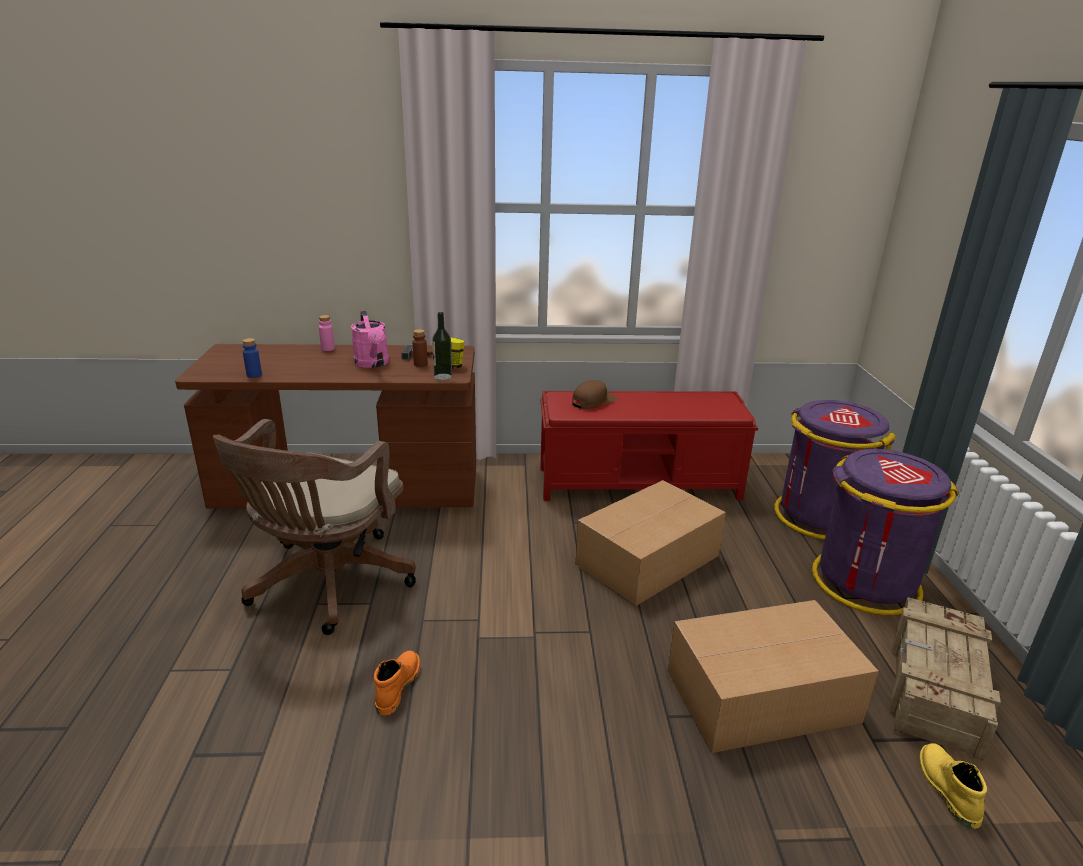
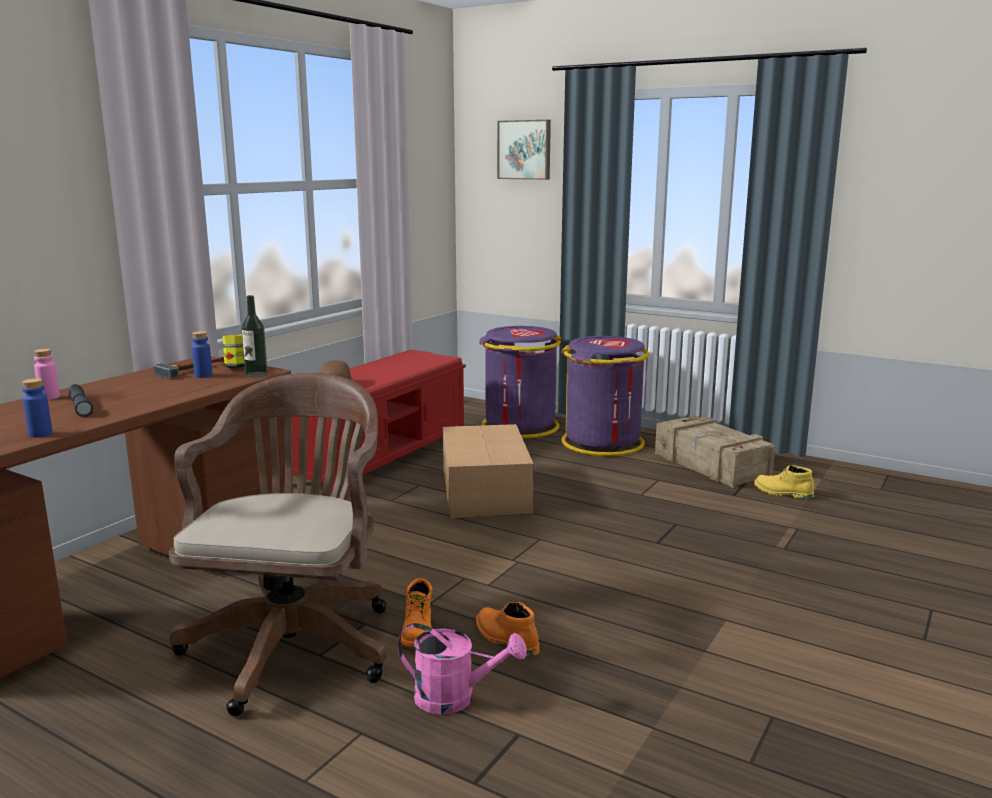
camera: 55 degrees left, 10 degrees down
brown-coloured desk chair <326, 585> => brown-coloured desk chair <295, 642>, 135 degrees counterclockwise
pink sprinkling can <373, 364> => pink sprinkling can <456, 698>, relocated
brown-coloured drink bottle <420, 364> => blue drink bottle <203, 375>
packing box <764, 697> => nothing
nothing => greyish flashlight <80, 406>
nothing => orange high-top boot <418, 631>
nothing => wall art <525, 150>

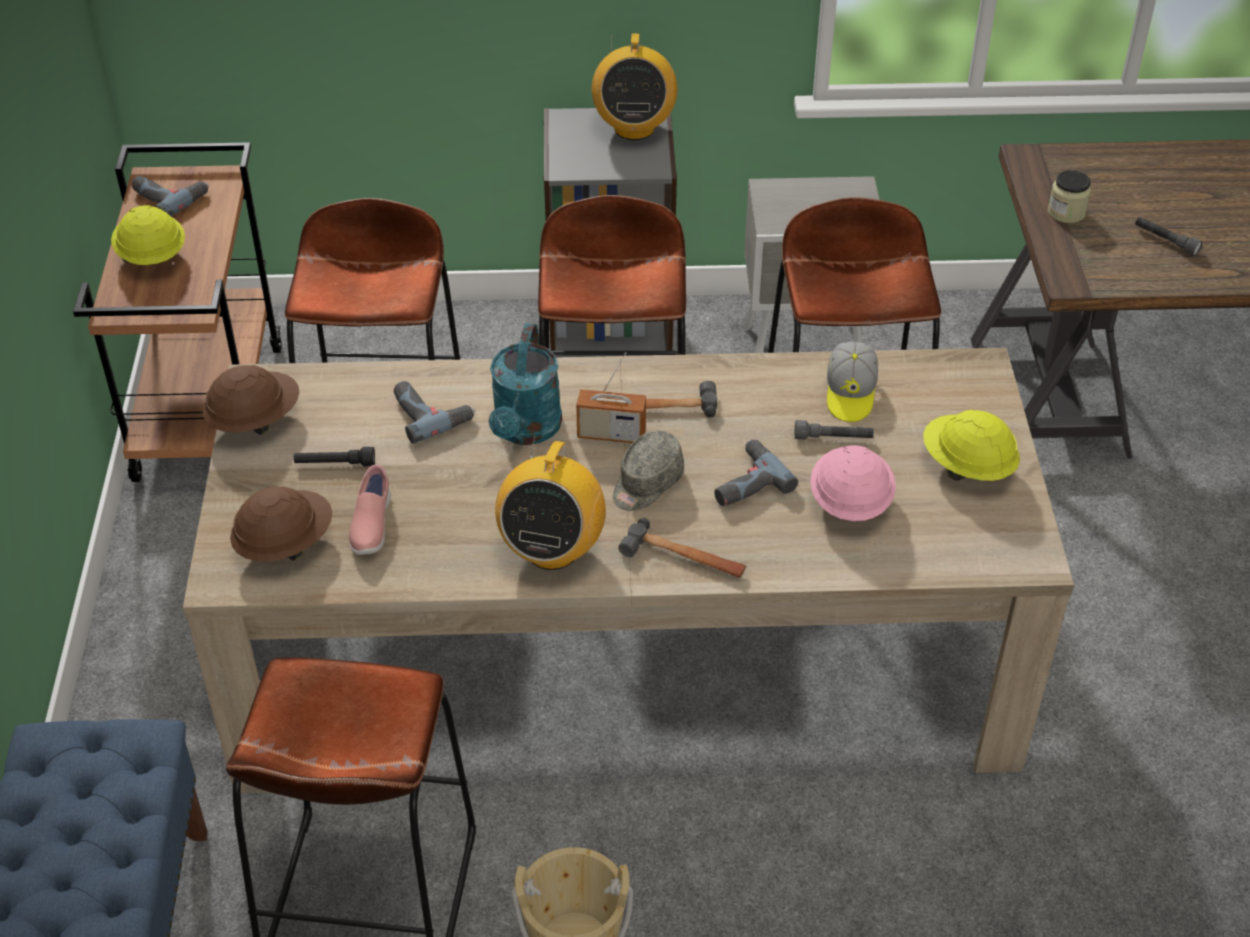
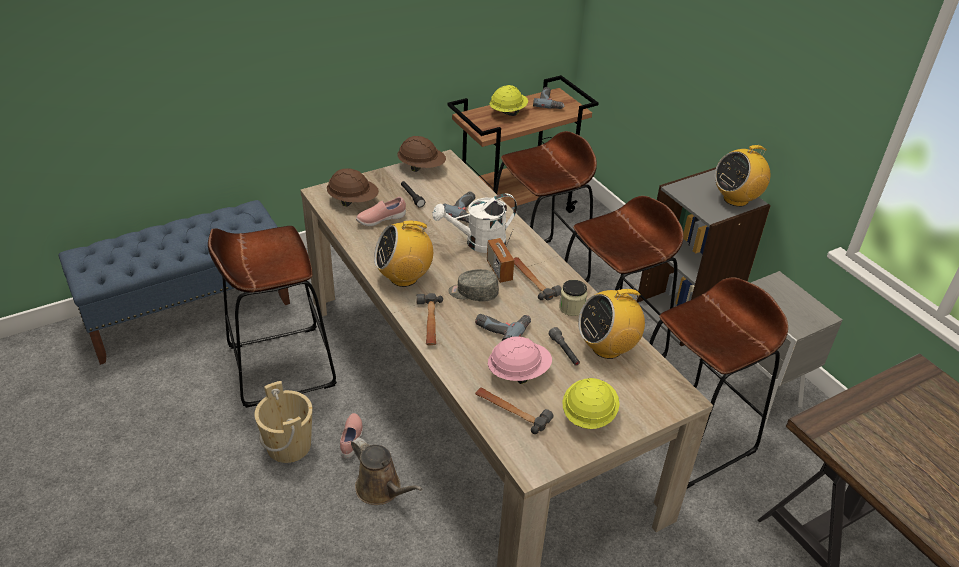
camera: 60 degrees right, 5 degrees down
turquoise sprinkling can <525, 431> => white-coloured sprinkling can <478, 243>
cap <850, 393> => radio receiver <607, 347>
storage jar <1066, 212> => storage jar <571, 308>, relocated
greyish flashlight <1165, 241> => nothing
nothing => pink item of footwear <352, 440>
nothing => brown-coloured sprinkling can <381, 489>
nothing => hammer <511, 411>

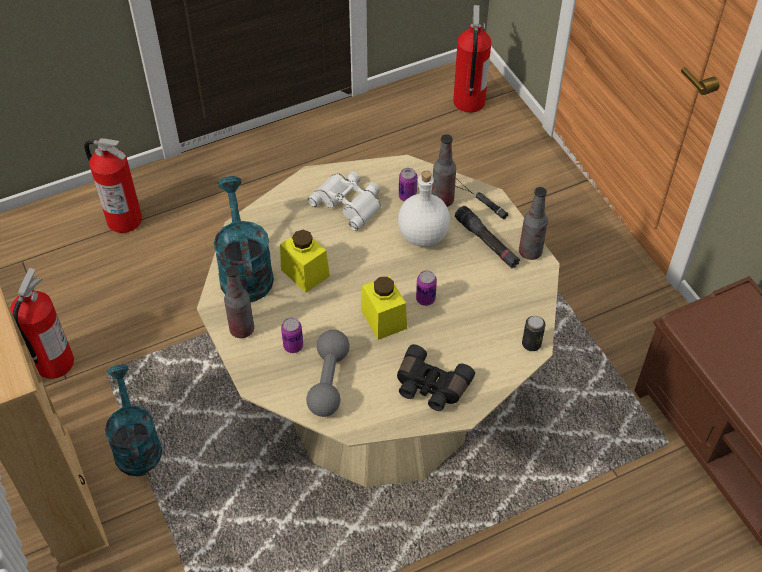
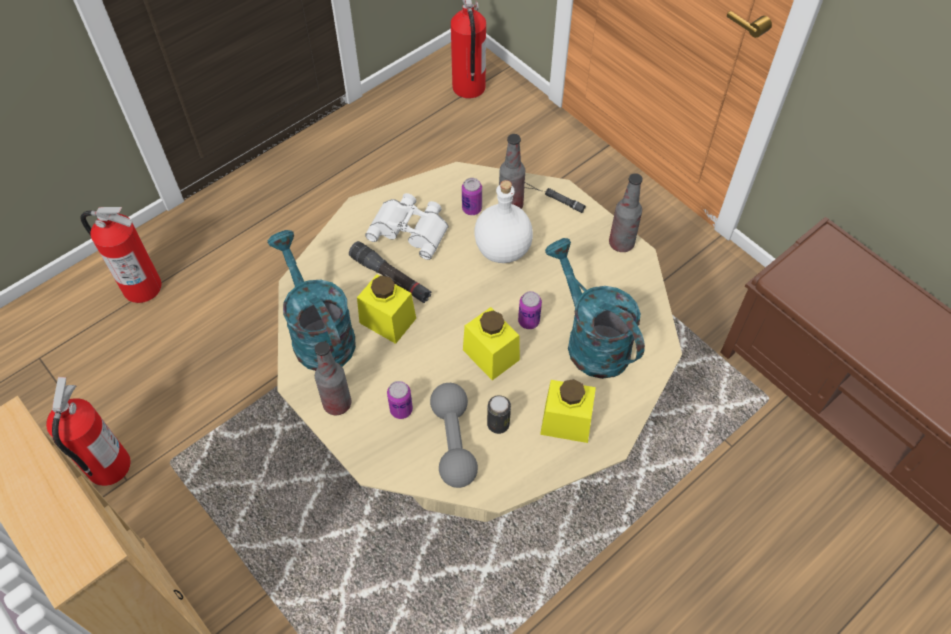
camera: 15 degrees left, 5 degrees up
turquoise sprinkling can <136, 444> => turquoise sprinkling can <590, 339>, relocated
black-coloured field glasses <430, 387> => yellowish storage jar <566, 421>
black-coloured flashlight <487, 242> => black-coloured flashlight <391, 278>, relocated
metal can <531, 344> => metal can <498, 424>, relocated

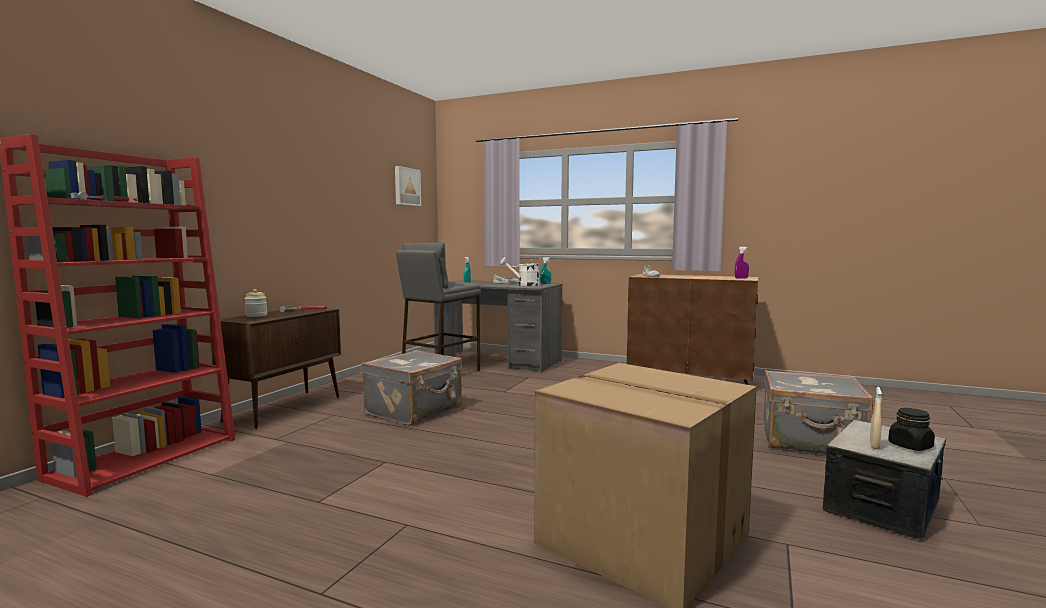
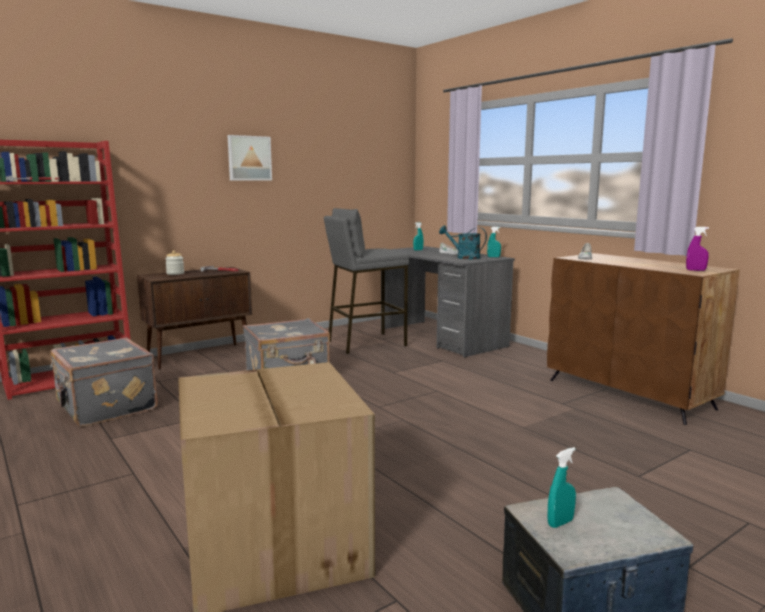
camera: 30 degrees right, 5 degrees up
wall art <406, 186> => wall art <249, 158>, relocated
white-coloured sprinkling can <524, 285> => turquoise sprinkling can <464, 257>
greyish travel case <811, 442> => greyish travel case <105, 407>, relocated
sand-coloured spray bottle <874, 446> => turquoise spray bottle <560, 523>
black-coloured storage jar <910, 446> => nothing

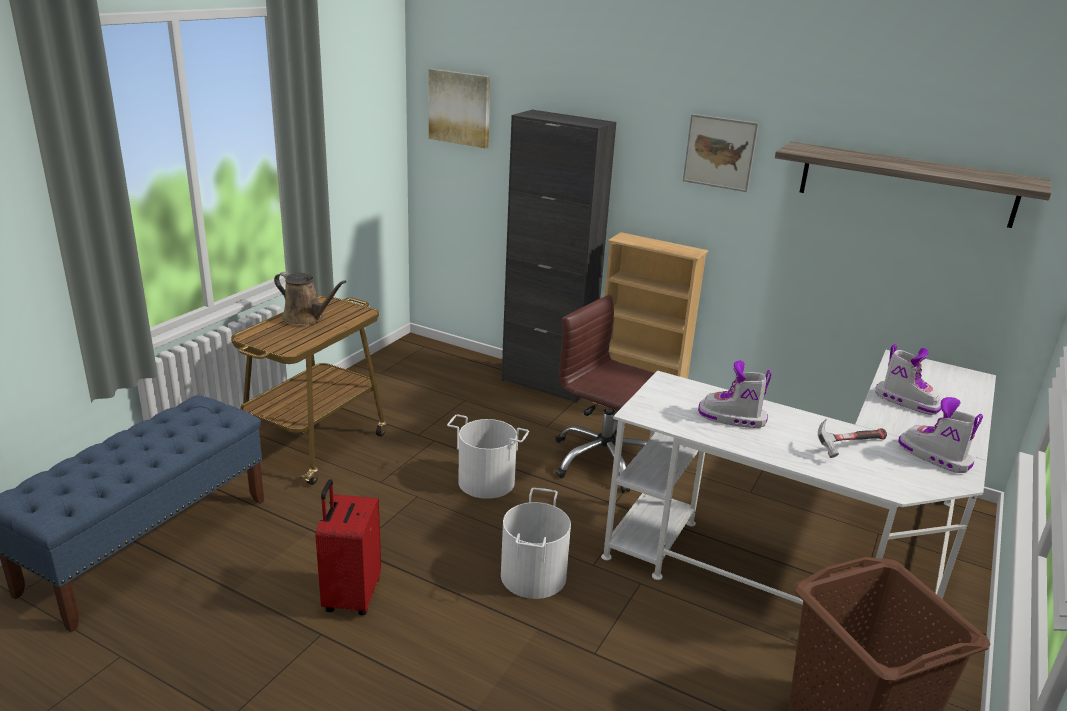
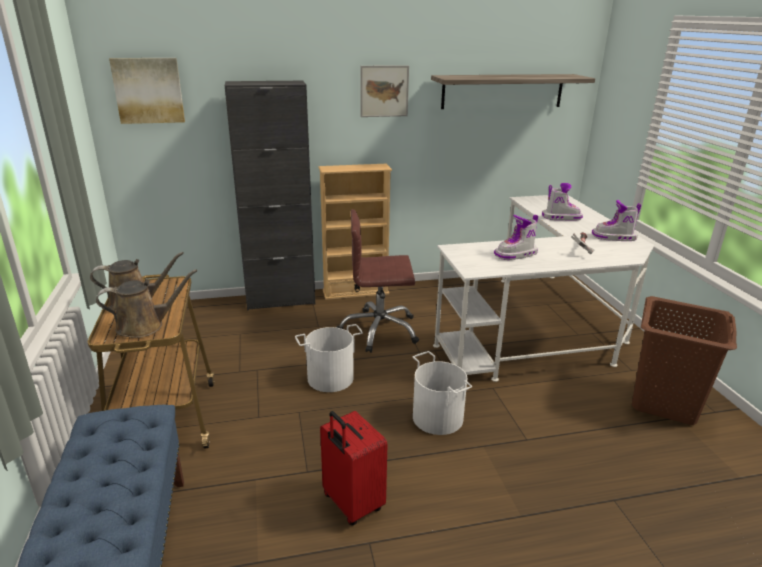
camera: 40 degrees left, 0 degrees up
nothing => brown-coloured sprinkling can <145, 326>

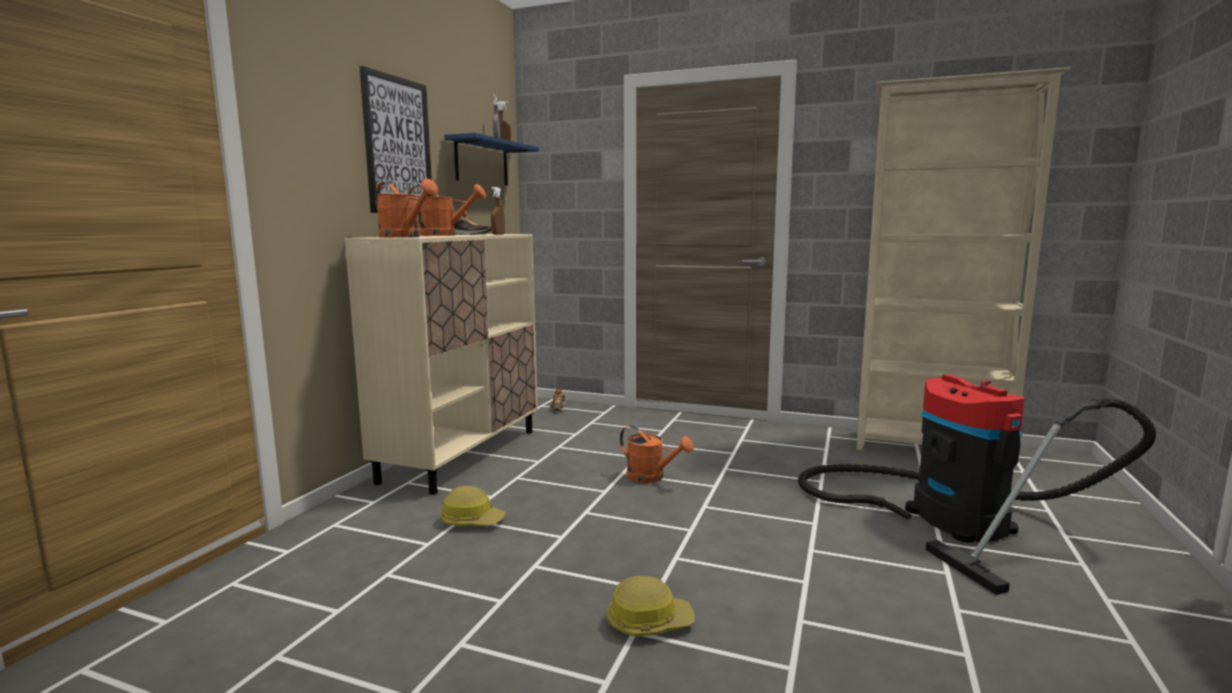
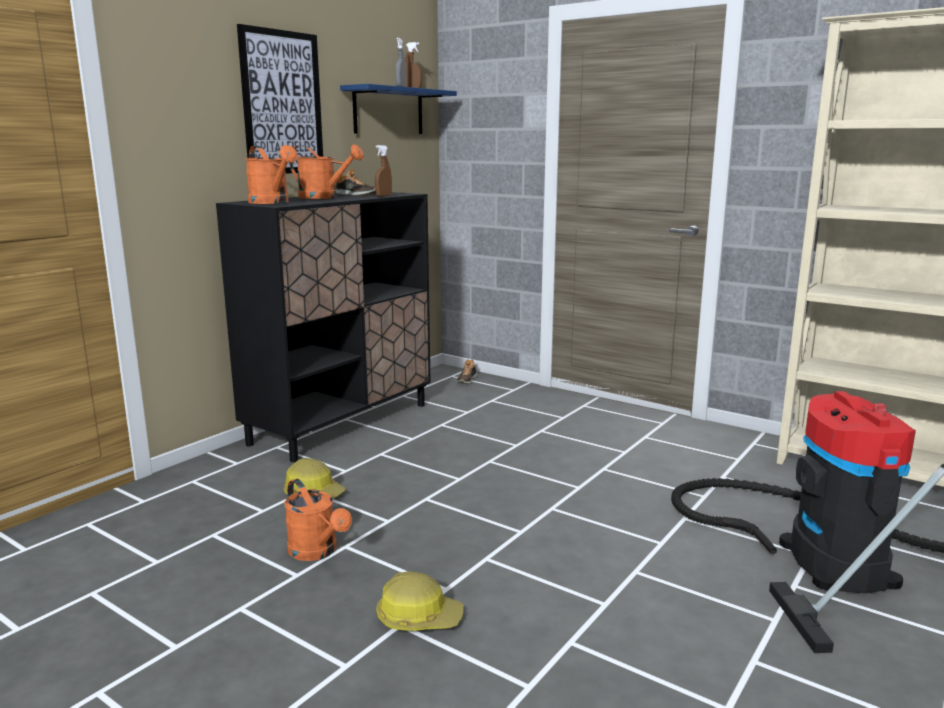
camera: 15 degrees right, 5 degrees up
sand-coloured cabinet <462, 455> => black-coloured cabinet <342, 423>
orange sprinkling can <651, 477> => orange sprinkling can <317, 552>, relocated

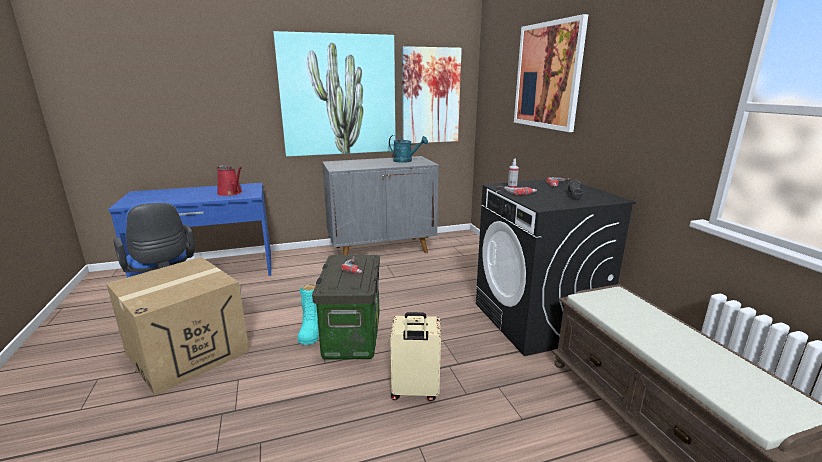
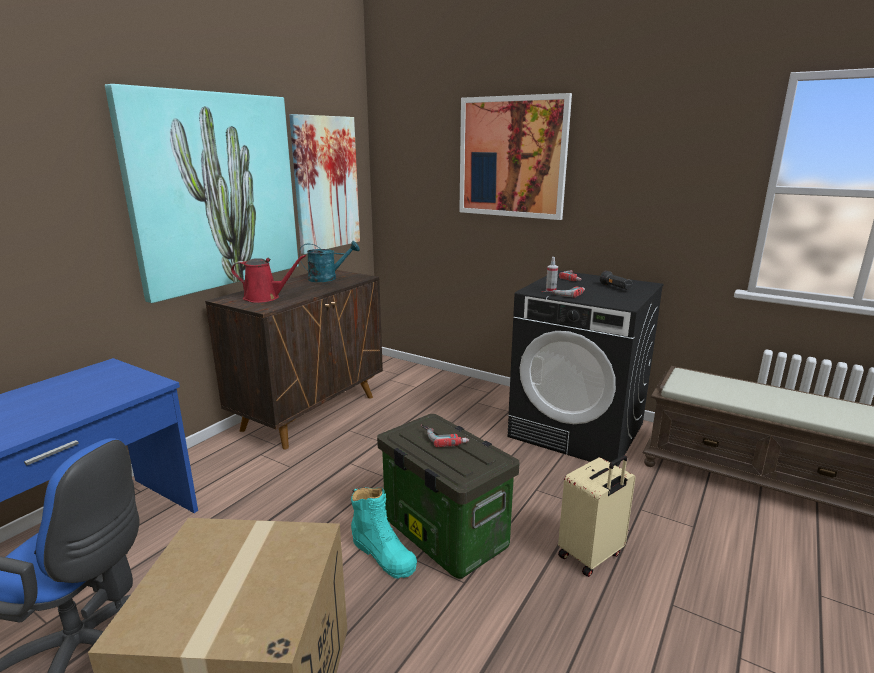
camera: 40 degrees left, 0 degrees up
red sprinkling can <231, 193> => red sprinkling can <265, 298>, relocated
greyish cabinet <382, 250> => brown-coloured cabinet <311, 412>

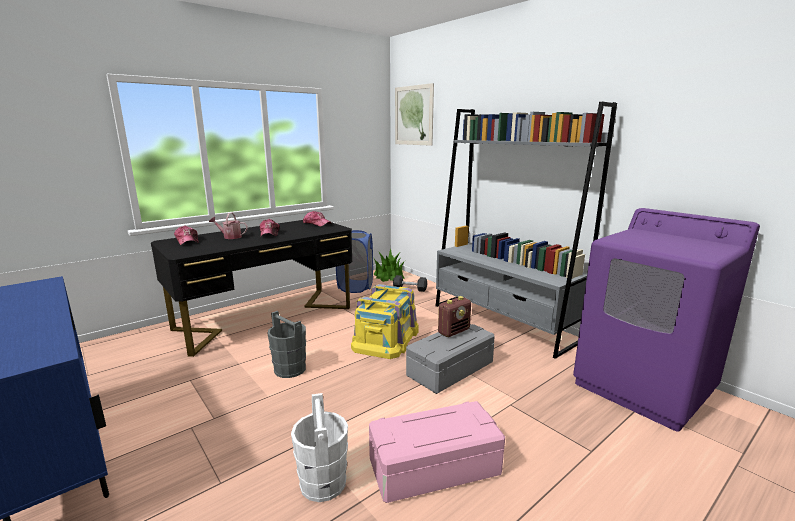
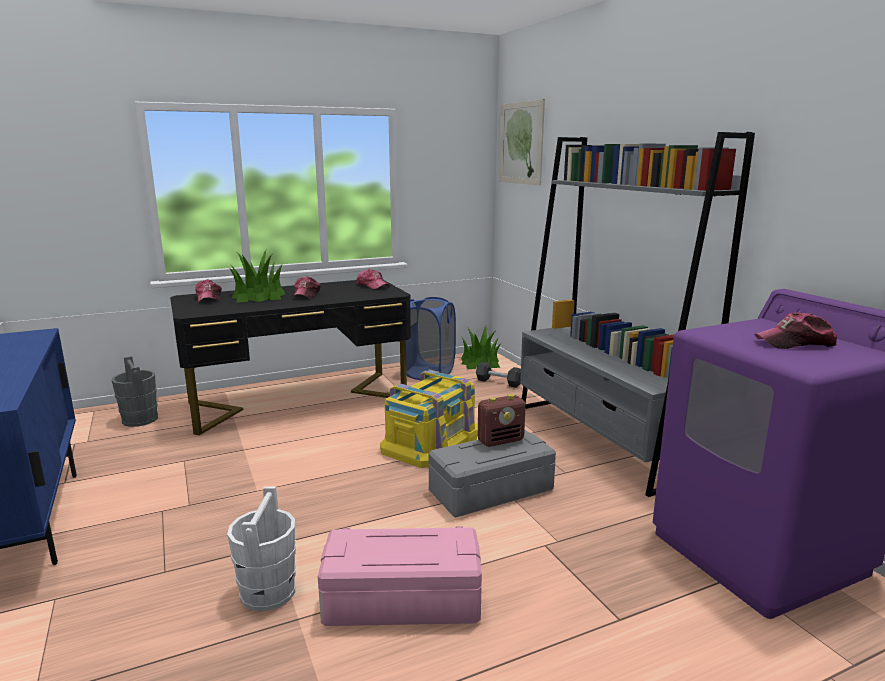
camera: 15 degrees right, 0 degrees up
sprinkling can <230, 237> => plant in a pot <258, 296>
greyish water bucket <290, 369> => greyish water bucket <140, 419>, relocated
nothing => cap <795, 343>

